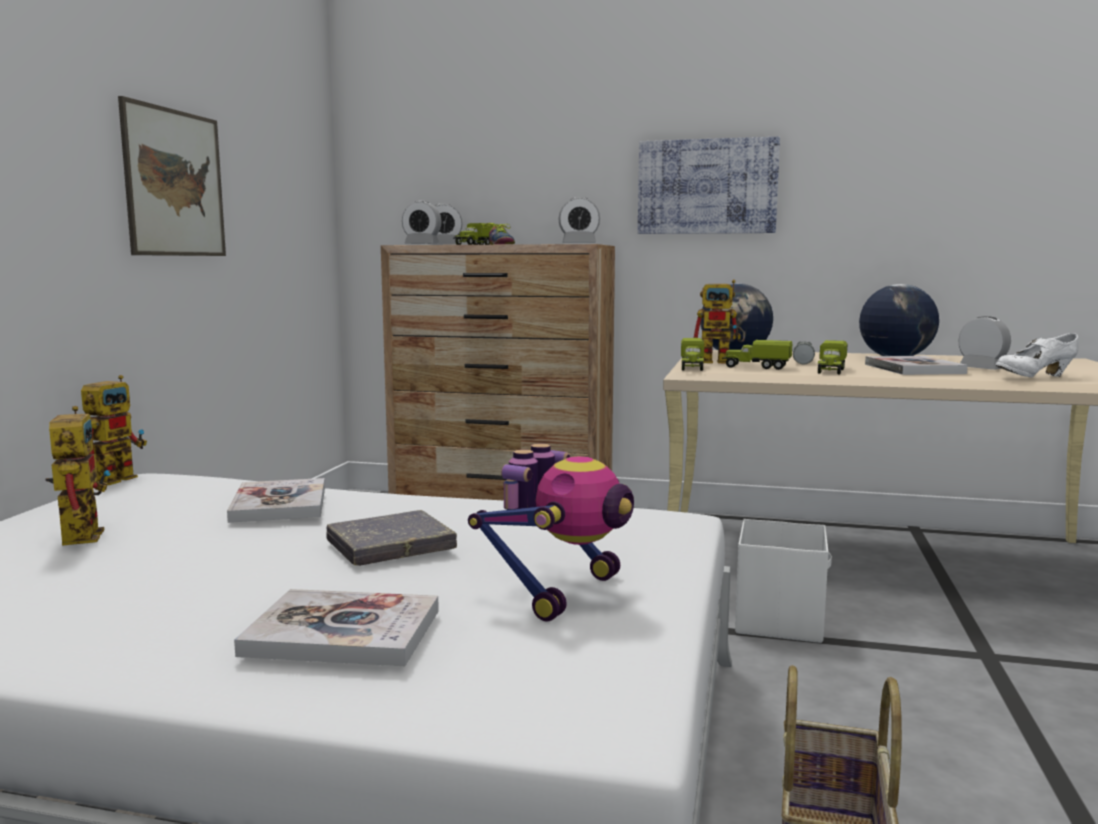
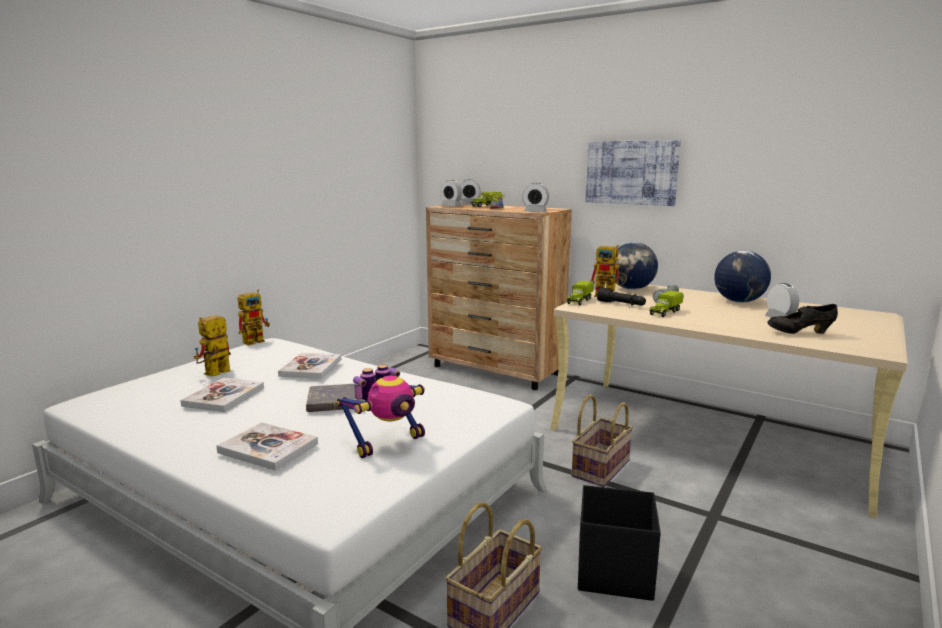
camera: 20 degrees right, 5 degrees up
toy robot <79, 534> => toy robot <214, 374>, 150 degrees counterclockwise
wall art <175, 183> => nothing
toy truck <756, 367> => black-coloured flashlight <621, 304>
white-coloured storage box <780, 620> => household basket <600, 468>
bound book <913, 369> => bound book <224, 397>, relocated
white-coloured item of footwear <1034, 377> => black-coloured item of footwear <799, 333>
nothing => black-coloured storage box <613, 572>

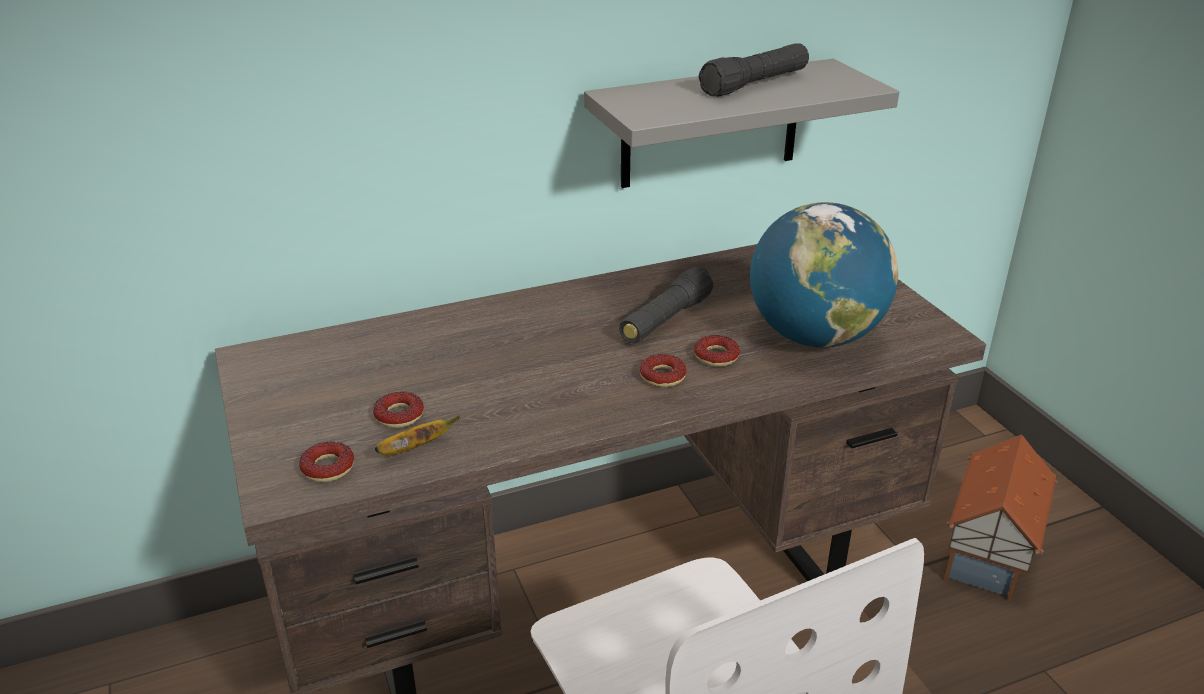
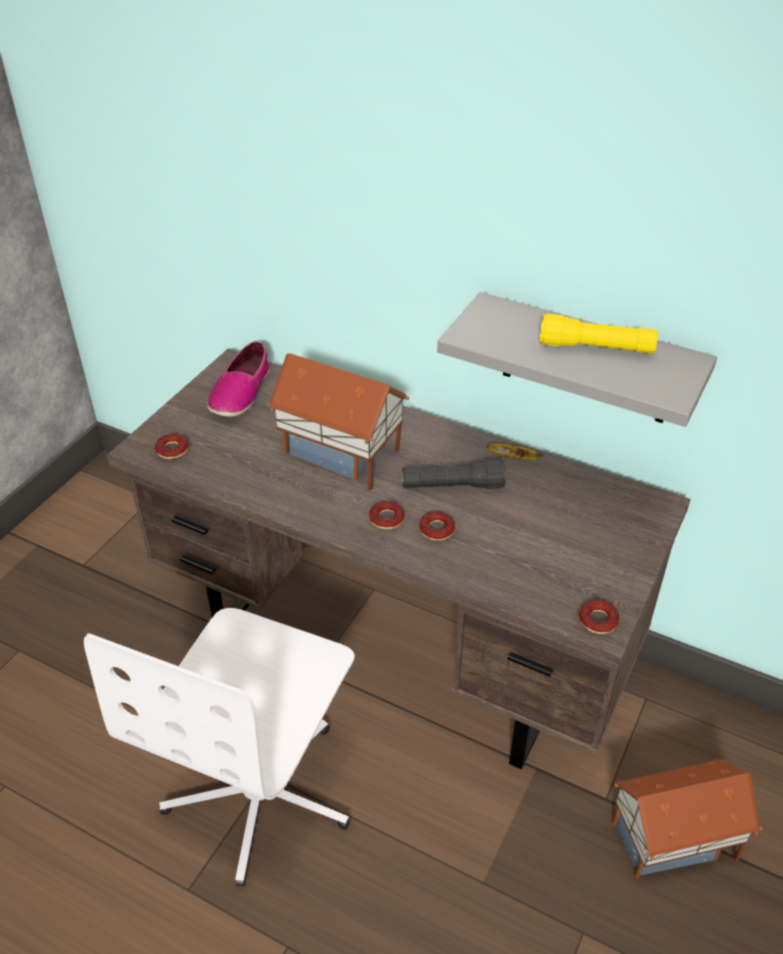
camera: 50 degrees right, 10 degrees up
doughnut <399, 415> => doughnut <598, 620>, relocated
banana fruit <416, 448> => banana fruit <514, 458>, relocated
black-coloured flashlight <755, 84> => yellowish flashlight <595, 348>
globe <814, 336> => nothing
nothing => item of footwear <240, 393>
nothing => miniature house <340, 455>

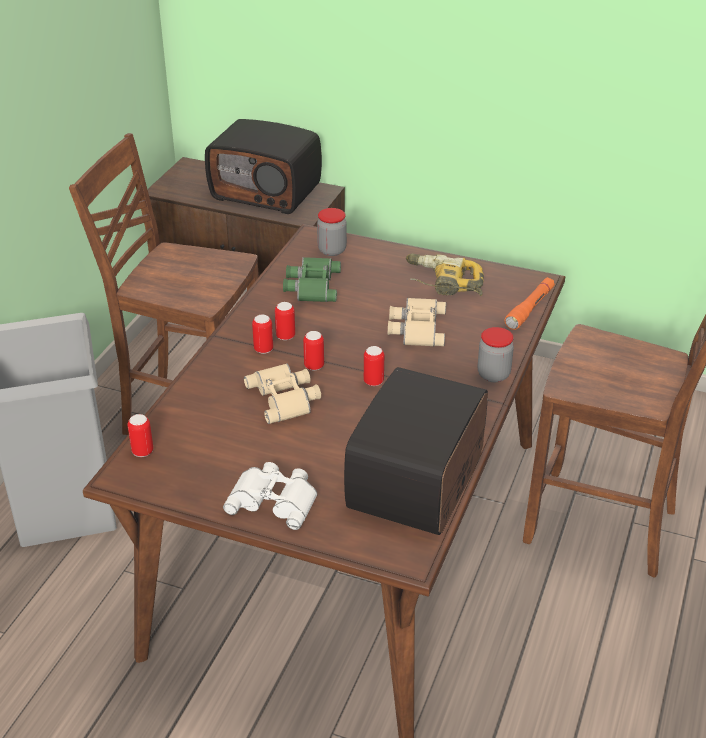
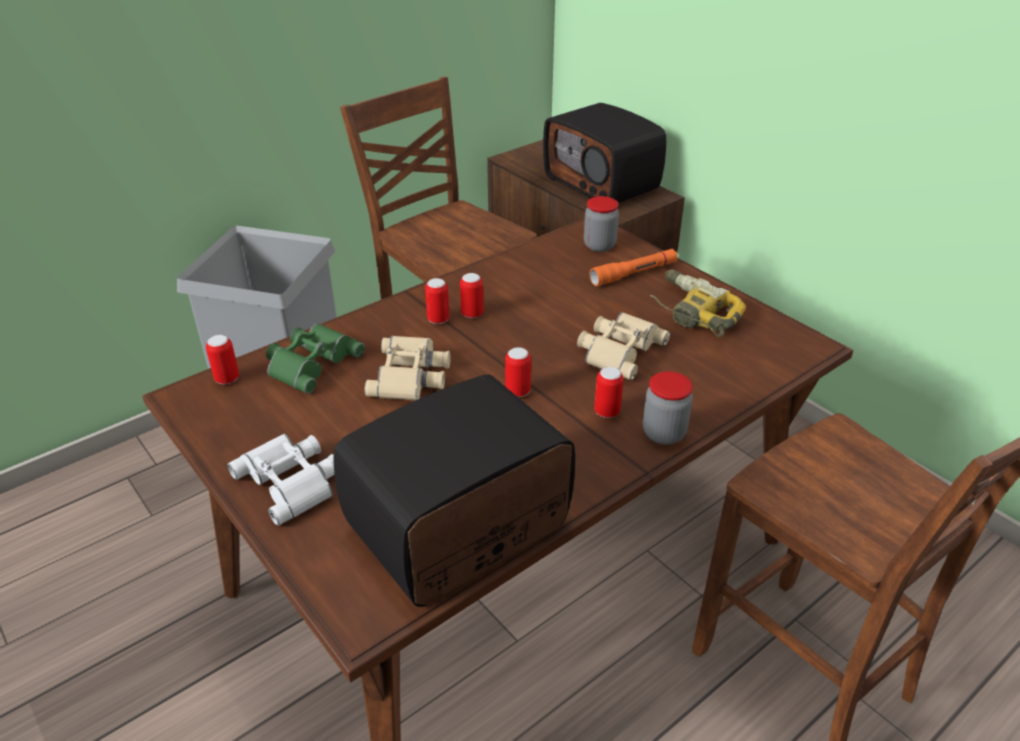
camera: 30 degrees right, 0 degrees up
greenish field glasses <311, 285> => greenish field glasses <310, 362>, relocated
metal can <314, 366> => metal can <607, 412>, relocated
orange flashlight <530, 309> => orange flashlight <634, 274>, relocated

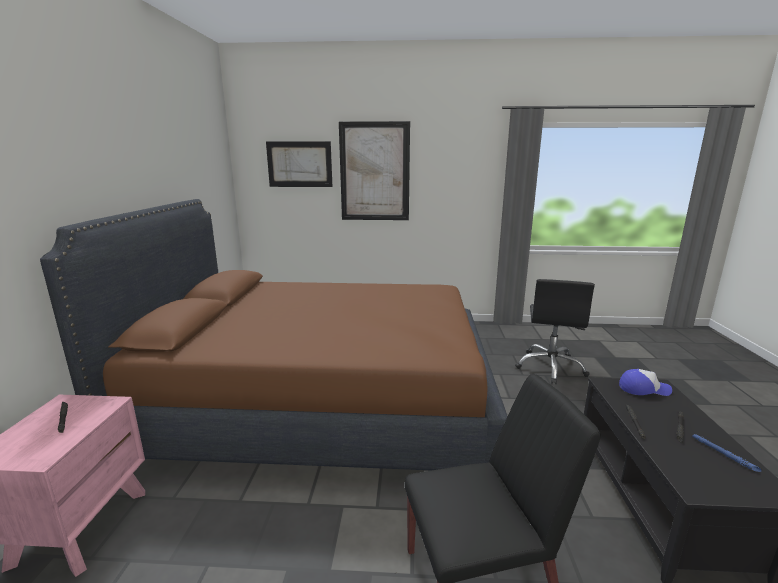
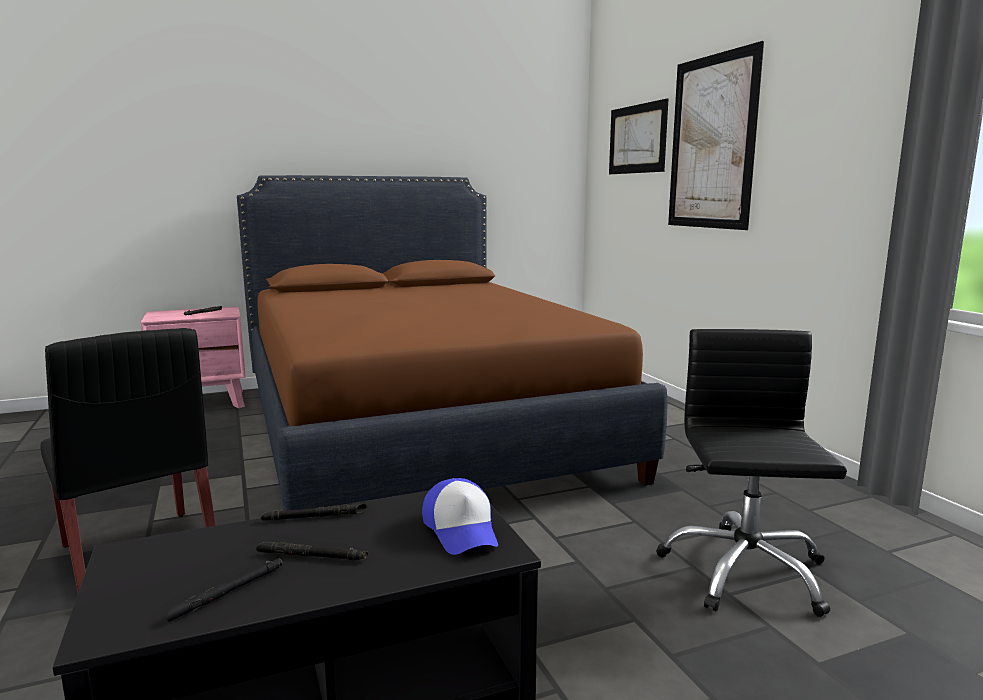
camera: 65 degrees right, 5 degrees down
black-coloured desk chair <550, 367> => black-coloured desk chair <744, 571>, 105 degrees clockwise
blue flashlight <724, 454> => black-coloured flashlight <228, 593>

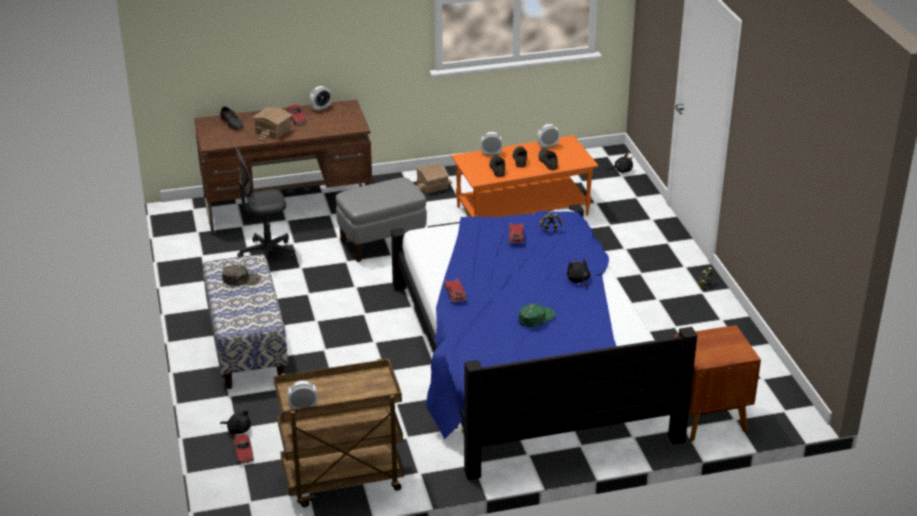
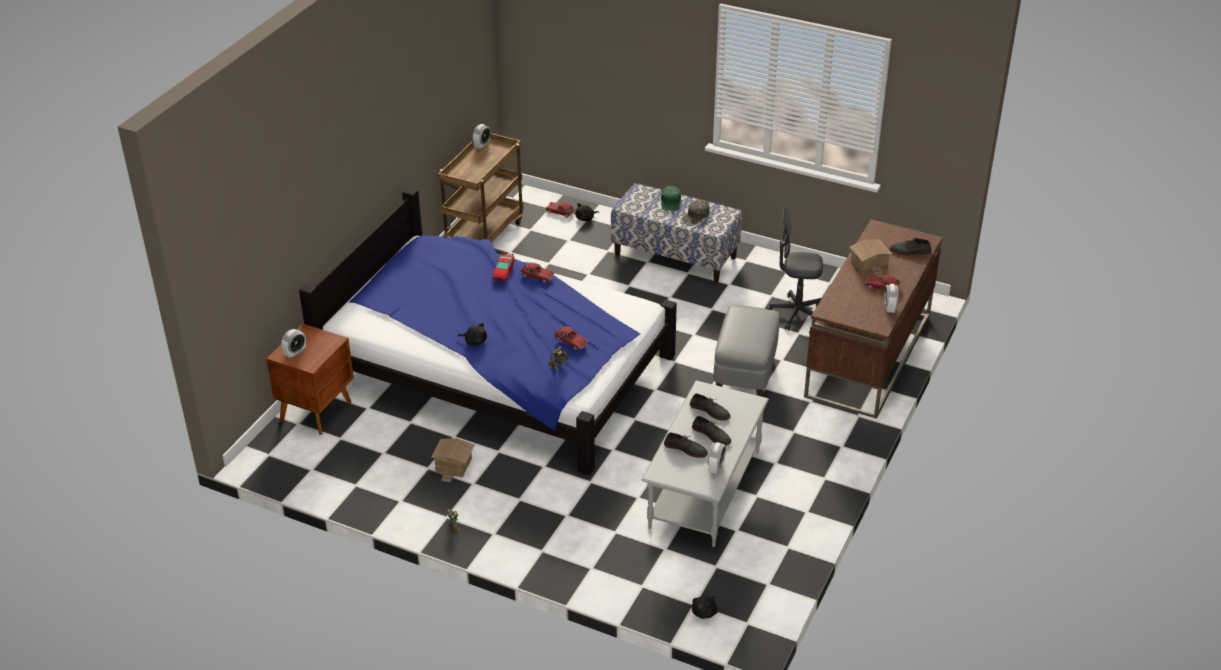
camera: 130 degrees right, 5 degrees up
greyish desk chair <267, 254> => greyish desk chair <796, 314>, 105 degrees counterclockwise
miniature house <432, 186> => miniature house <453, 465>, relocated
orange lounge table <522, 211> => greyish lounge table <704, 489>
alarm clock <491, 153> => alarm clock <295, 353>, relocated
greenish cap <536, 318> => greenish cap <671, 202>, relocated
nothing => miniature car <503, 271>

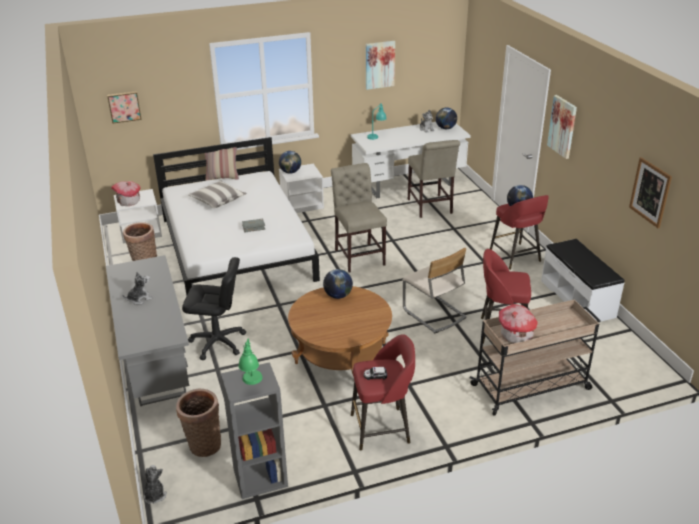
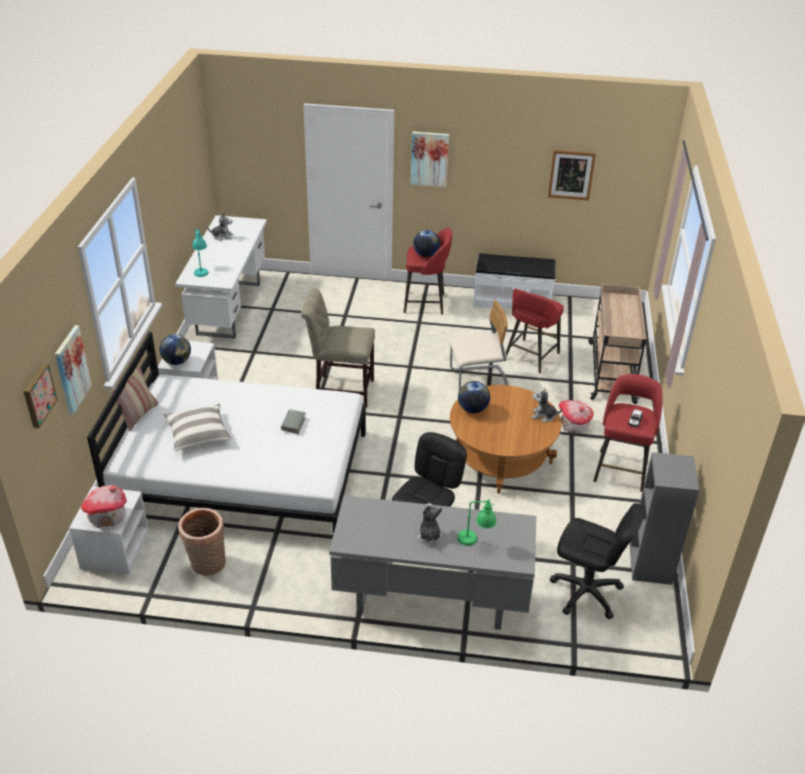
camera: 65 degrees left, 5 degrees up
cuddly toy <155, 495> => cuddly toy <543, 416>, relocated
household basket <203, 444> => black-coloured desk chair <586, 592>
greenish lamp for a table <252, 384> => greenish lamp for a table <475, 540>, relocated
wall art <379, 65> => wall art <72, 369>, relocated
sand-coloured chair <430, 207> => nothing
globe <445, 128> => nothing
miniature house <516, 335> => miniature house <573, 425>, relocated

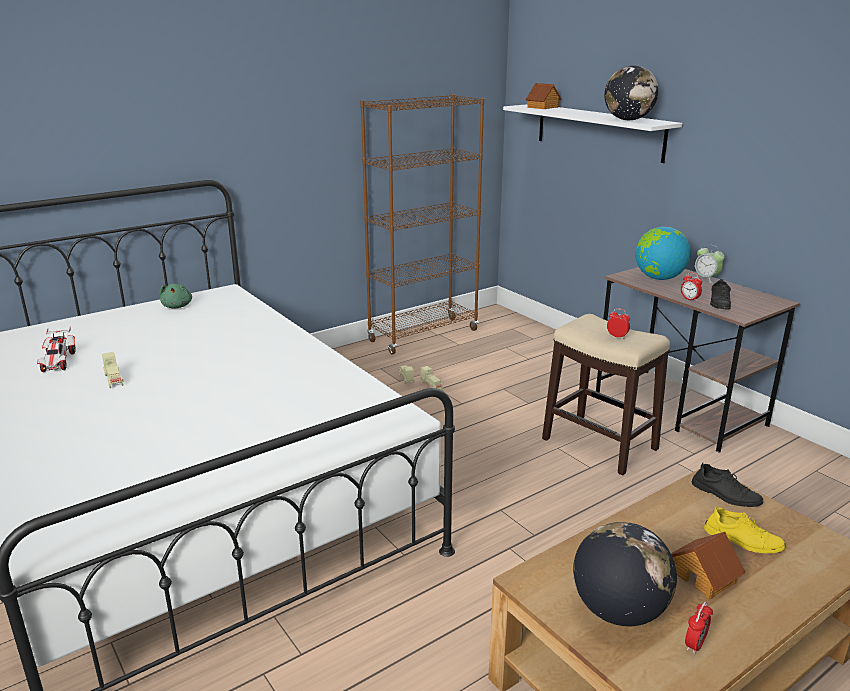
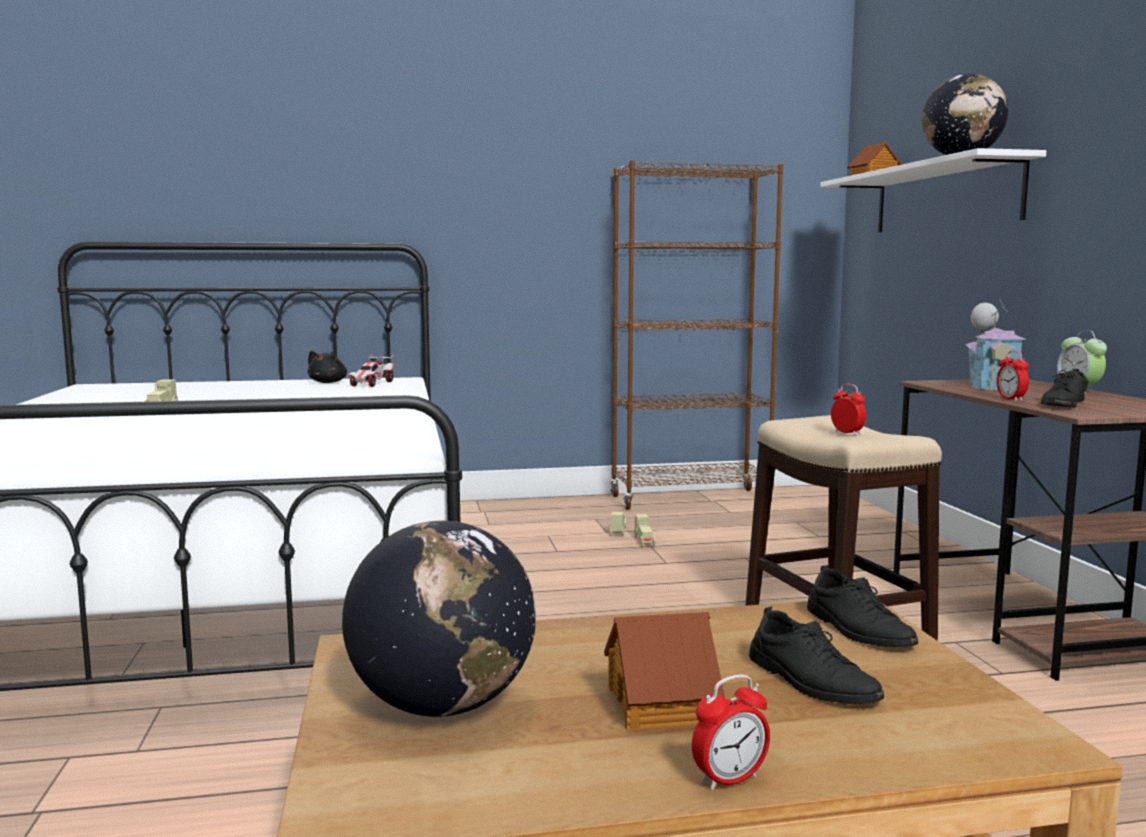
camera: 25 degrees right, 15 degrees down
miniature car <58, 362> => miniature car <372, 384>, relocated
greenish cuddly toy <177, 306> => black-coloured cuddly toy <328, 382>
globe <659, 278> => miniature house <990, 386>
alarm clock <695, 645> => alarm clock <729, 779>, relocated
yellowish item of footwear <743, 540> => black-coloured item of footwear <811, 681>

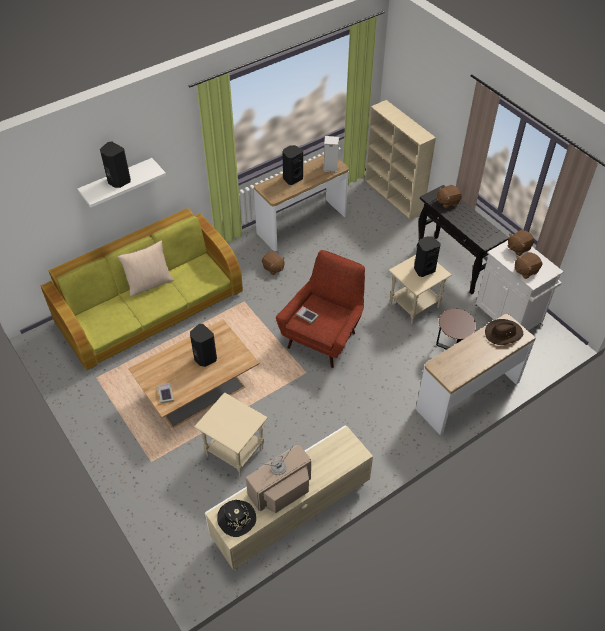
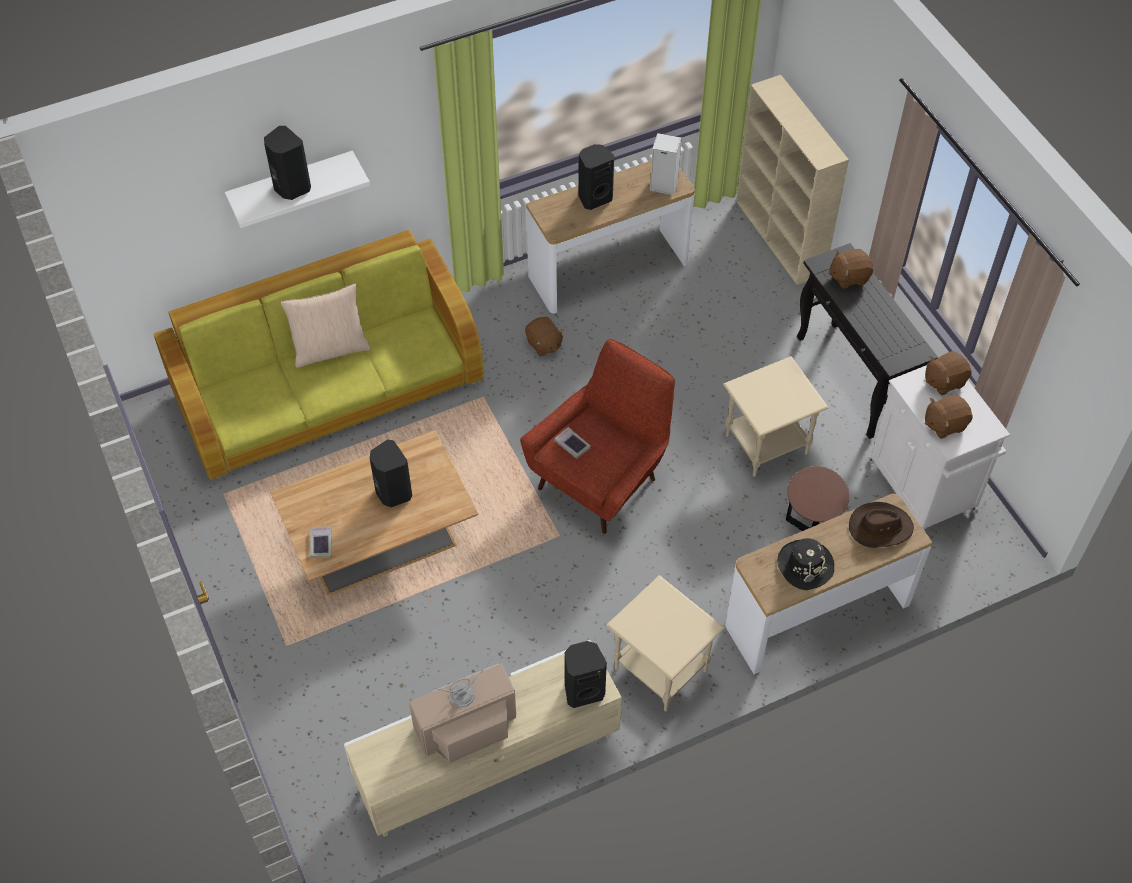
camera: 10 degrees right, 5 degrees up
sand-coloured side table <235, 452> => sand-coloured side table <661, 670>, relocated
black-coloured hat <236, 518> => black-coloured hat <805, 565>, relocated
black-coloured loudspeaker <424, 269> => black-coloured loudspeaker <583, 690>, relocated

